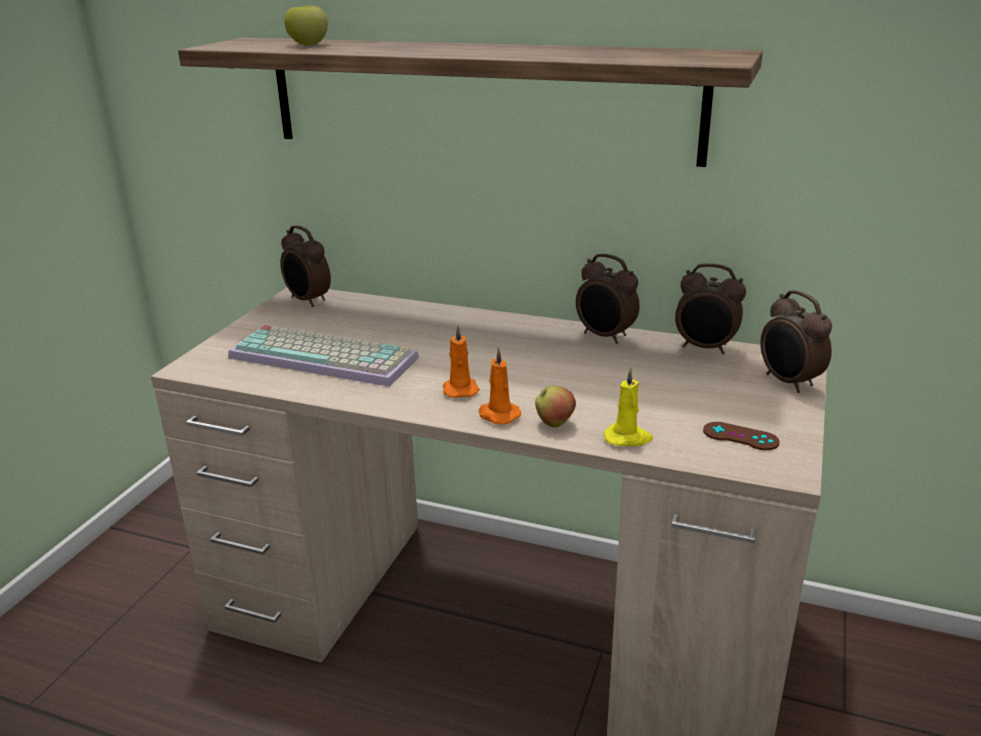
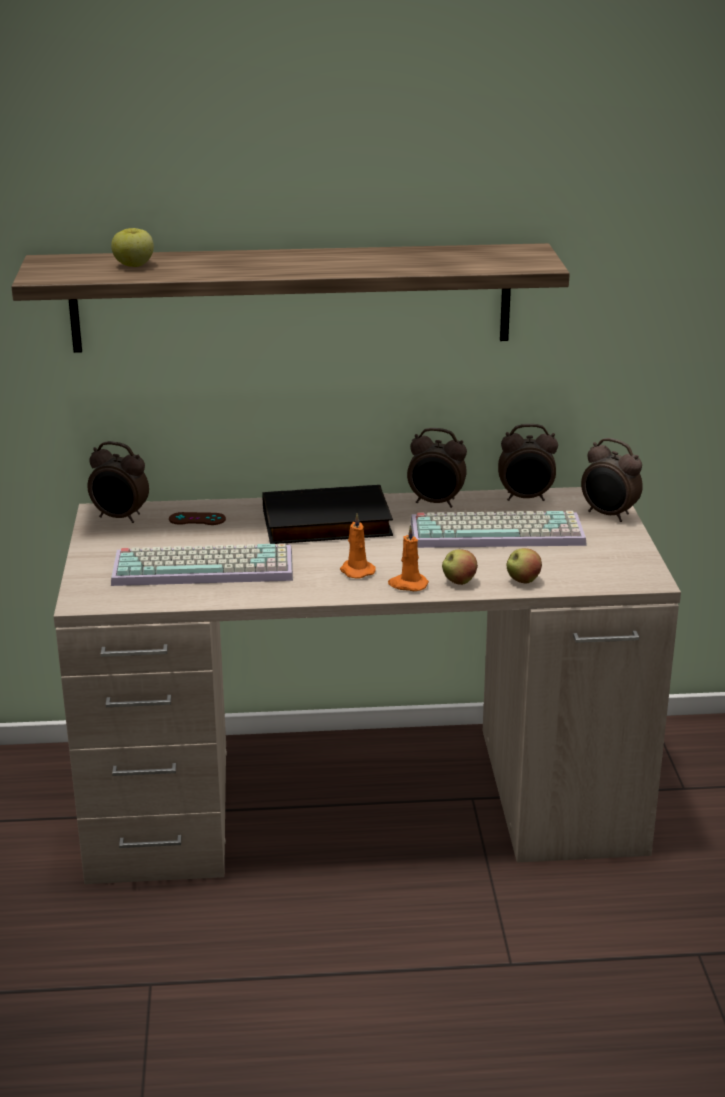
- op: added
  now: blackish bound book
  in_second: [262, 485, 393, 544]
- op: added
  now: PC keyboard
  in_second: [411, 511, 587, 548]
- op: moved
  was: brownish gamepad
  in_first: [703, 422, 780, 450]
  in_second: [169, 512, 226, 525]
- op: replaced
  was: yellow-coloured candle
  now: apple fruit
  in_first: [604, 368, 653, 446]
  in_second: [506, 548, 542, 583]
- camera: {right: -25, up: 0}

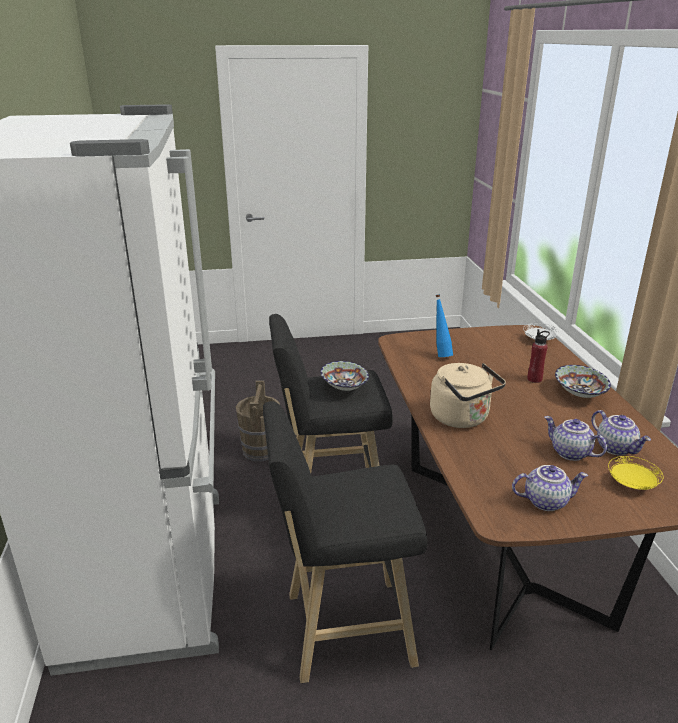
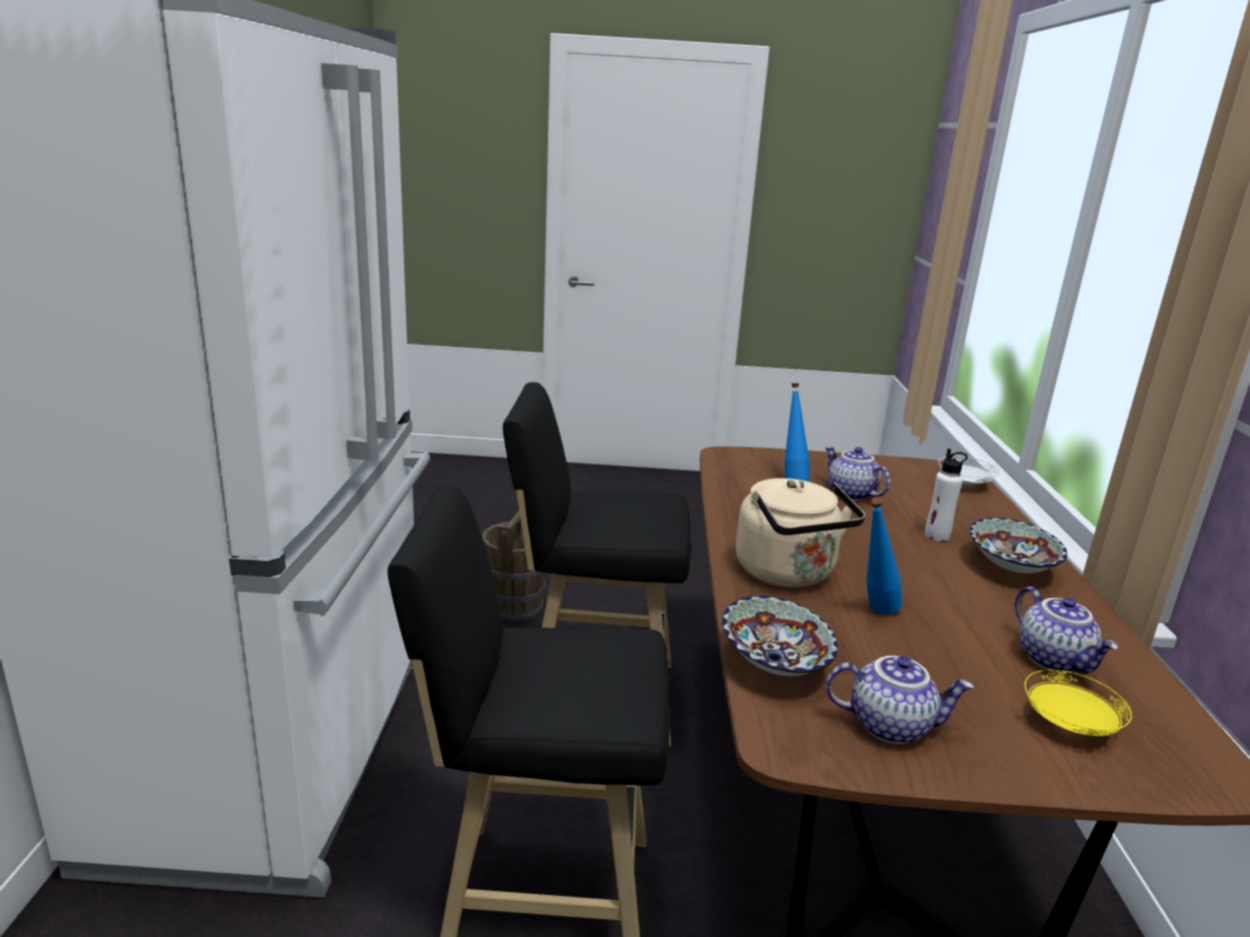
- op: added
  now: blue beverage bottle
  in_second: [867, 497, 902, 615]
- op: moved
  was: bowl
  in_first: [320, 361, 369, 391]
  in_second: [722, 596, 838, 676]
- op: moved
  was: teapot
  in_first: [545, 416, 607, 461]
  in_second: [825, 446, 890, 501]
- op: recoloured
  was: red-coloured beverage bottle
  now: whitish beverage bottle
  in_first: [527, 329, 550, 383]
  in_second: [925, 449, 968, 541]
- camera: {right: 10, up: -5}

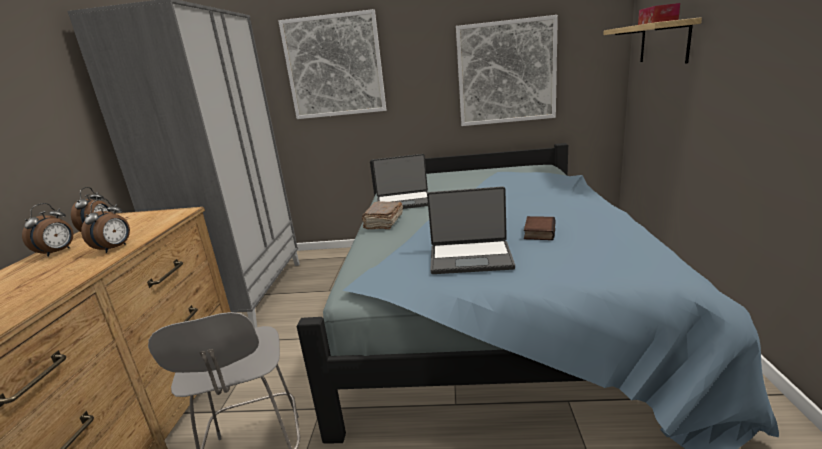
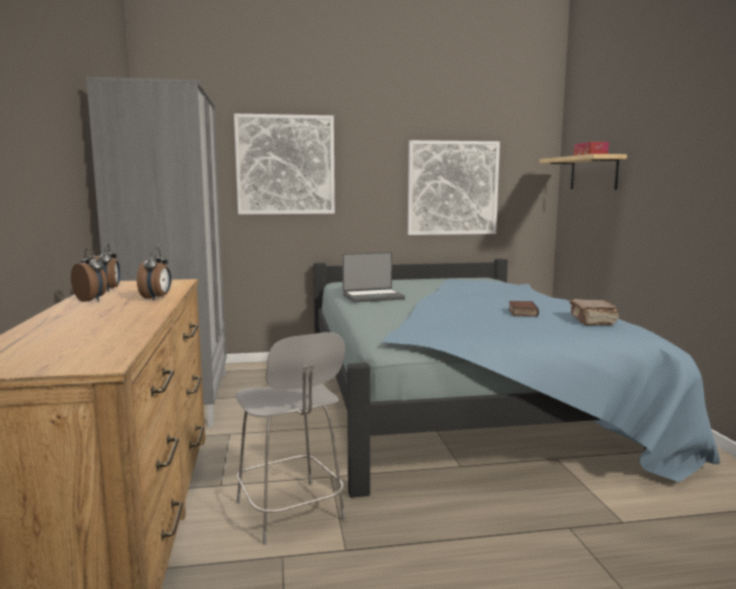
- op: removed
  was: notebook computer
  in_first: [427, 186, 515, 274]
- op: moved
  was: brownish bound book
  in_first: [362, 201, 403, 229]
  in_second: [570, 299, 619, 325]
- op: turned
  was: bedside clock
  in_first: [22, 203, 73, 257]
  in_second: [71, 248, 107, 302]
  clockwise: -60
- camera: {right: -15, up: -10}

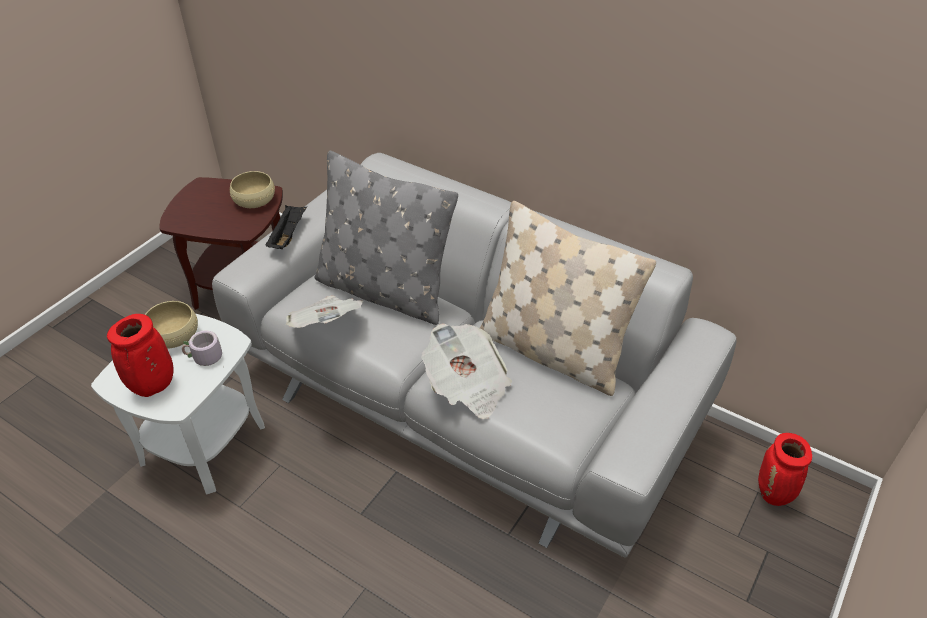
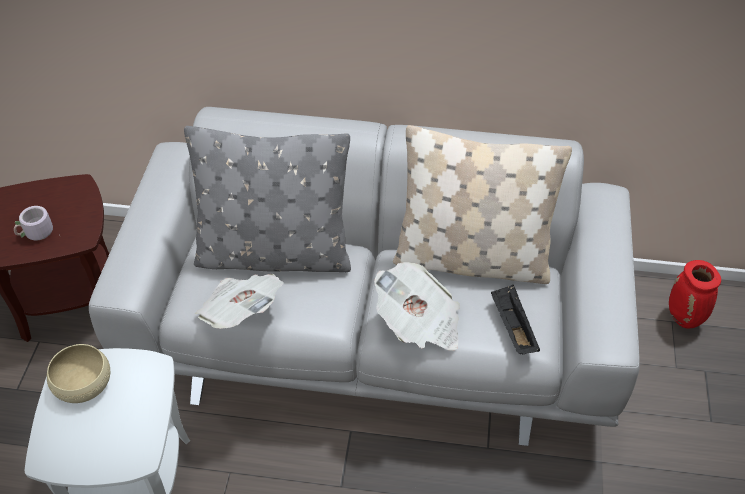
- op: removed
  was: red-coloured vase
  in_first: [107, 314, 174, 397]
- op: removed
  was: beige-coloured bowl
  in_first: [230, 171, 275, 208]
- op: moved
  was: grey mug
  in_first: [182, 331, 222, 366]
  in_second: [14, 206, 53, 240]
- op: moved
  was: blackish tray
  in_first: [265, 205, 307, 249]
  in_second: [491, 285, 540, 354]
- camera: {right: -25, up: 5}

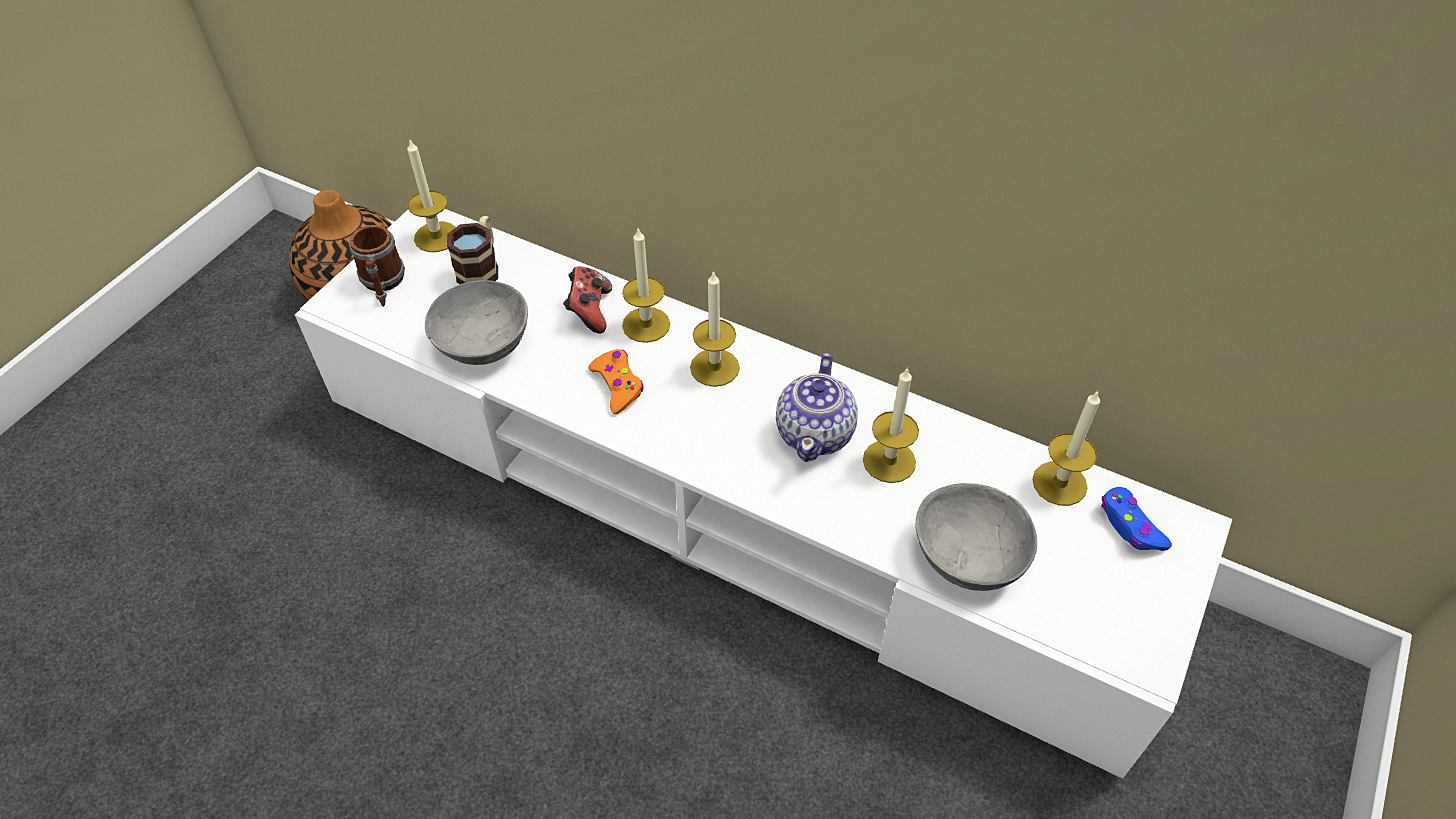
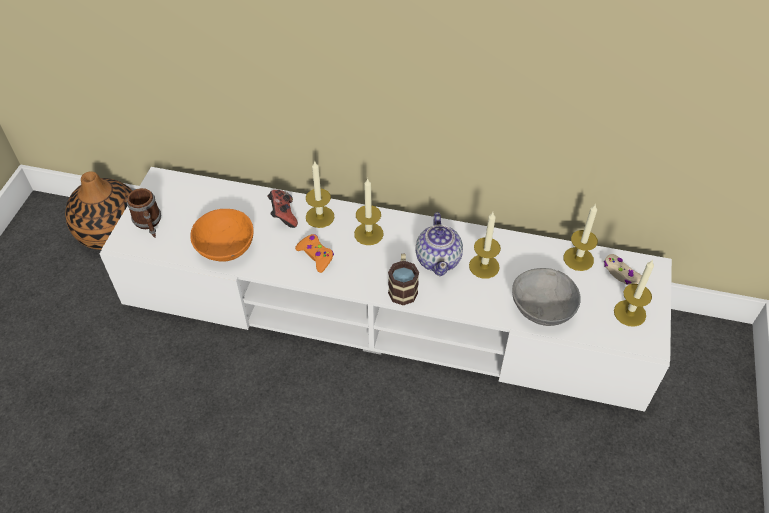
- op: moved
  was: candle
  in_first: [407, 138, 456, 252]
  in_second: [614, 260, 654, 327]
- op: moved
  was: mug
  in_first: [447, 216, 498, 284]
  in_second: [388, 253, 419, 305]
- op: recoloured
  was: grey bowl
  now: orange-coloured bowl
  in_first: [425, 280, 528, 365]
  in_second: [190, 209, 254, 262]
- op: recoloured
  was: blue gamepad
  now: beige-coloured gamepad
  in_first: [1101, 487, 1172, 551]
  in_second: [604, 254, 642, 285]
- camera: {right: -15, up: 0}

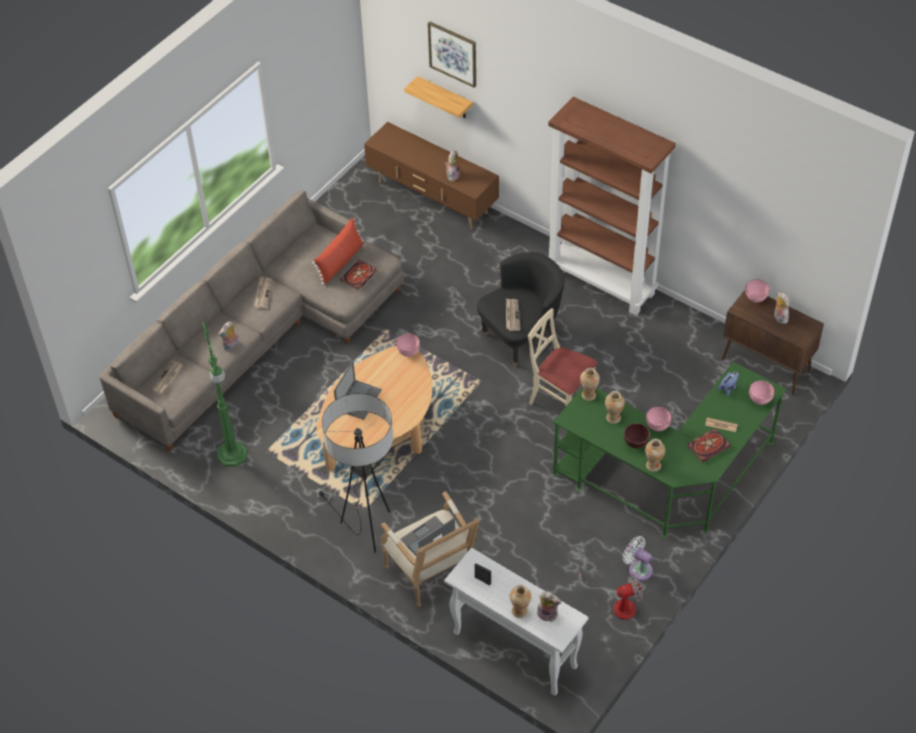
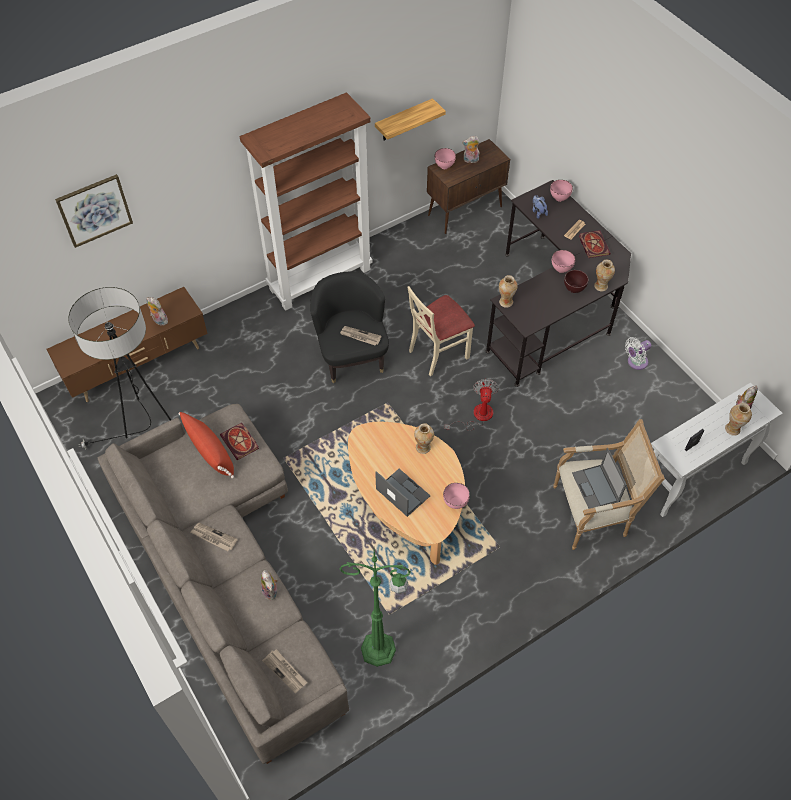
- op: moved
  was: standing lamp
  in_first: [315, 393, 393, 553]
  in_second: [68, 287, 171, 450]
- op: moved
  was: pink-coloured bowl
  in_first: [396, 333, 420, 357]
  in_second: [443, 483, 470, 509]
- op: moved
  was: bracket shelf
  in_first: [404, 76, 473, 118]
  in_second: [375, 98, 446, 141]
- op: moved
  was: electric fan
  in_first: [579, 572, 643, 620]
  in_second: [444, 379, 499, 431]
- op: moved
  was: vase
  in_first: [605, 391, 625, 424]
  in_second: [414, 423, 434, 454]
- op: recoloured
  was: greenish desk
  now: blackish desk
  in_first: [552, 362, 786, 538]
  in_second: [485, 180, 631, 387]
- camera: {right: -70, up: 5}

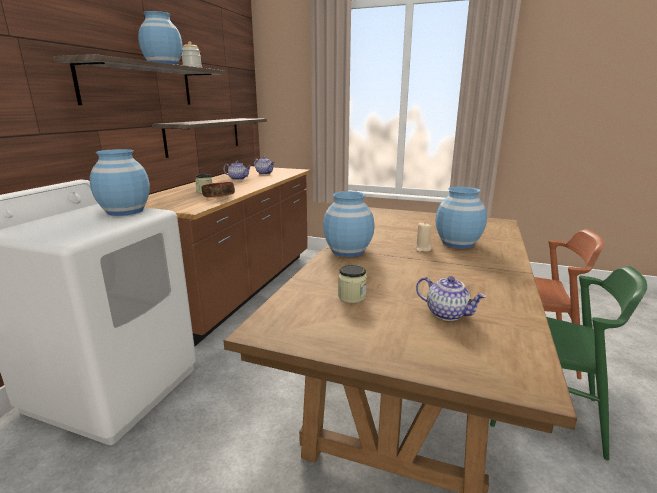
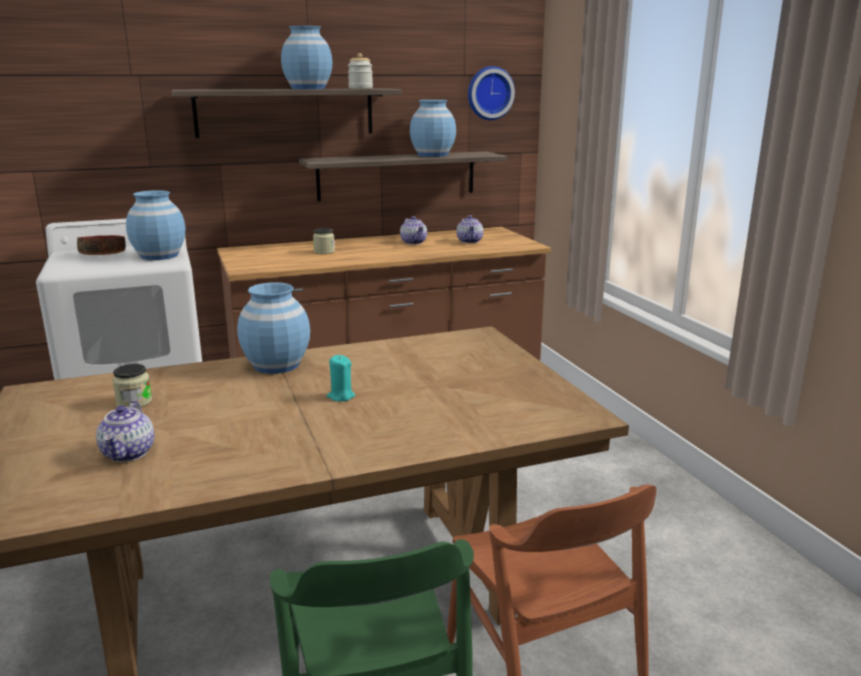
- op: added
  now: hanging clock
  in_second: [468, 66, 515, 120]
- op: moved
  was: bowl
  in_first: [201, 182, 235, 198]
  in_second: [77, 235, 126, 255]
- op: moved
  was: blue vase
  in_first: [436, 187, 487, 249]
  in_second: [410, 100, 456, 157]
- op: recoloured
  was: beige-coloured candle
  now: turquoise-coloured candle
  in_first: [414, 223, 432, 252]
  in_second: [327, 355, 355, 402]
- camera: {right: 50, up: 0}

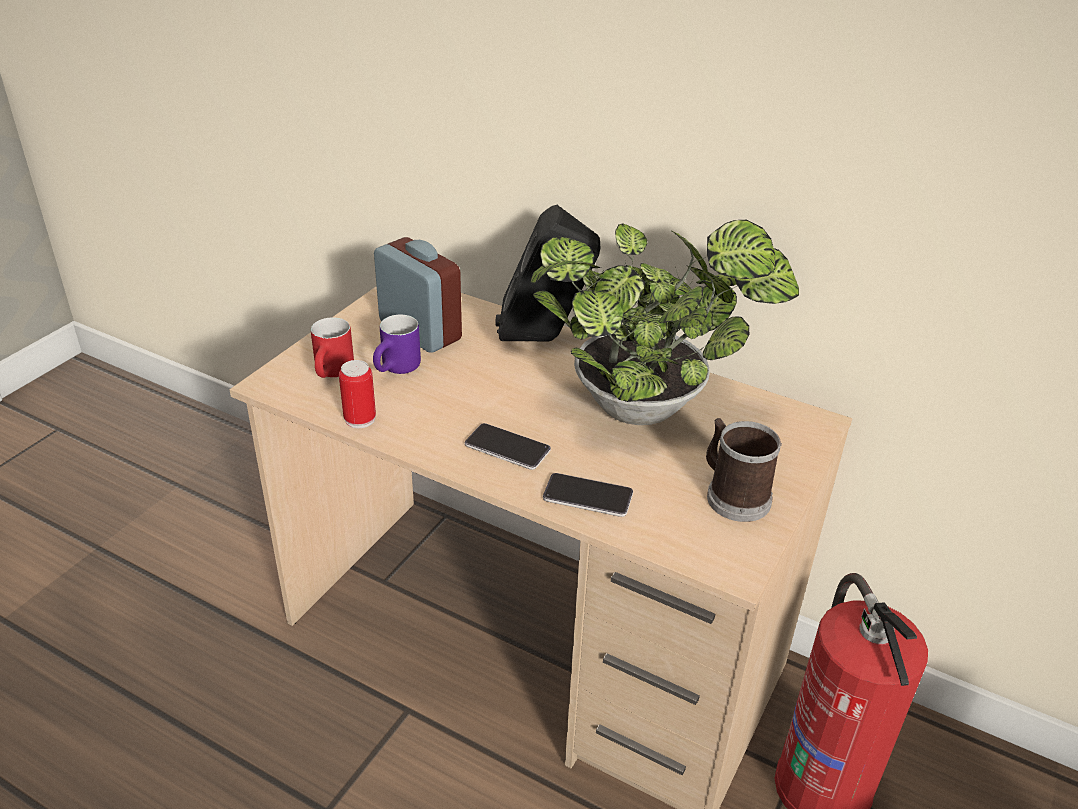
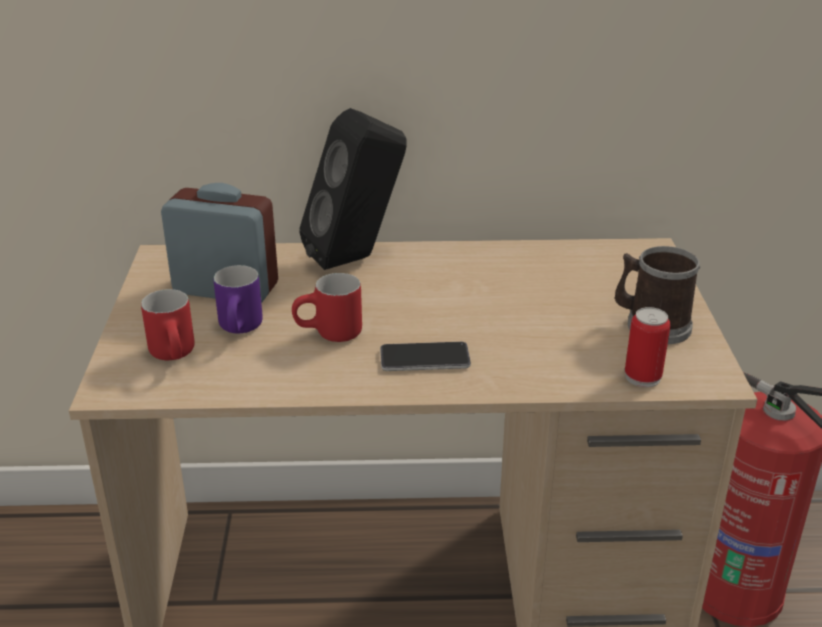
- op: removed
  was: plant in a pot
  in_first: [531, 220, 799, 425]
- op: removed
  was: telephone
  in_first: [543, 473, 633, 517]
- op: added
  now: red-coloured mug
  in_second: [292, 273, 362, 342]
- op: moved
  was: metal can
  in_first: [339, 360, 376, 428]
  in_second: [625, 307, 671, 387]
- camera: {right: -30, up: -5}

